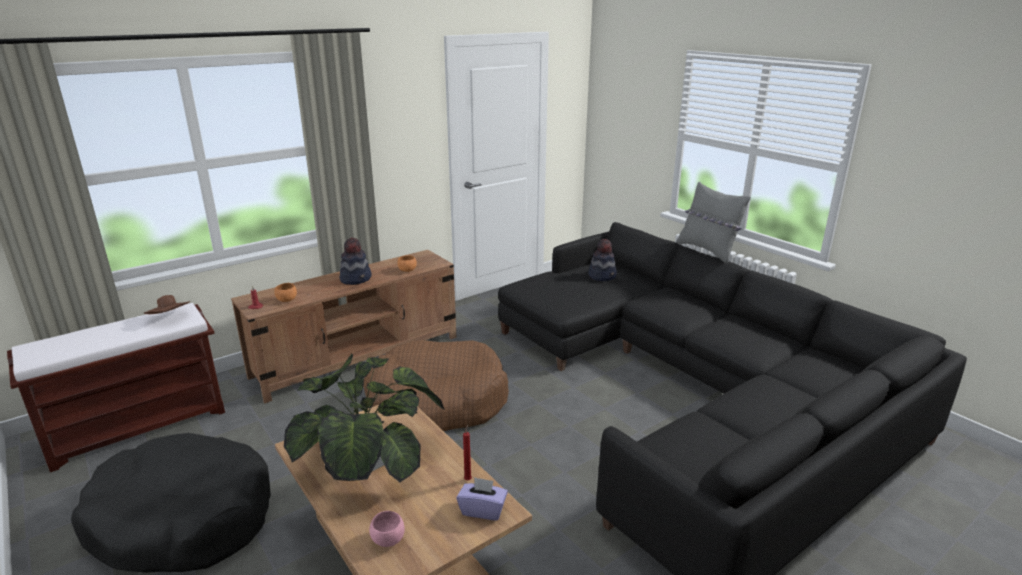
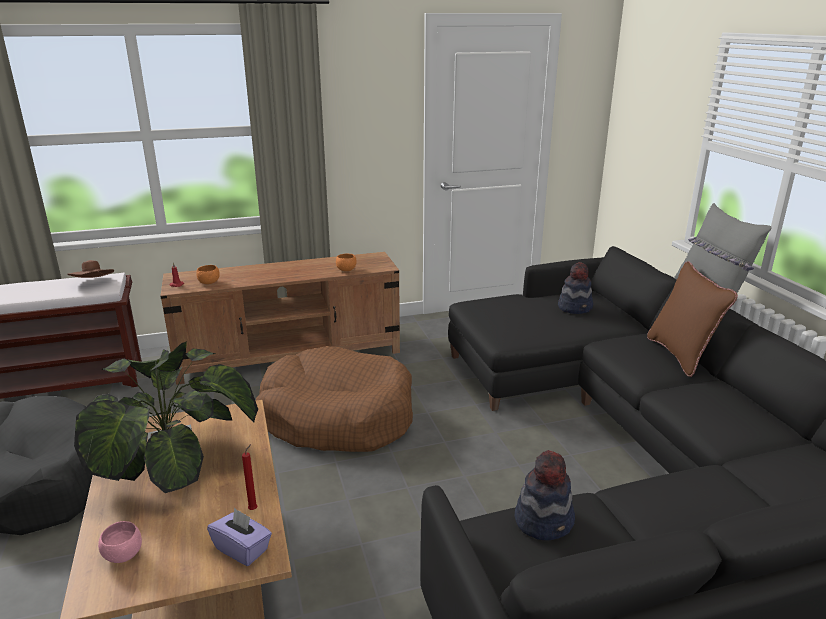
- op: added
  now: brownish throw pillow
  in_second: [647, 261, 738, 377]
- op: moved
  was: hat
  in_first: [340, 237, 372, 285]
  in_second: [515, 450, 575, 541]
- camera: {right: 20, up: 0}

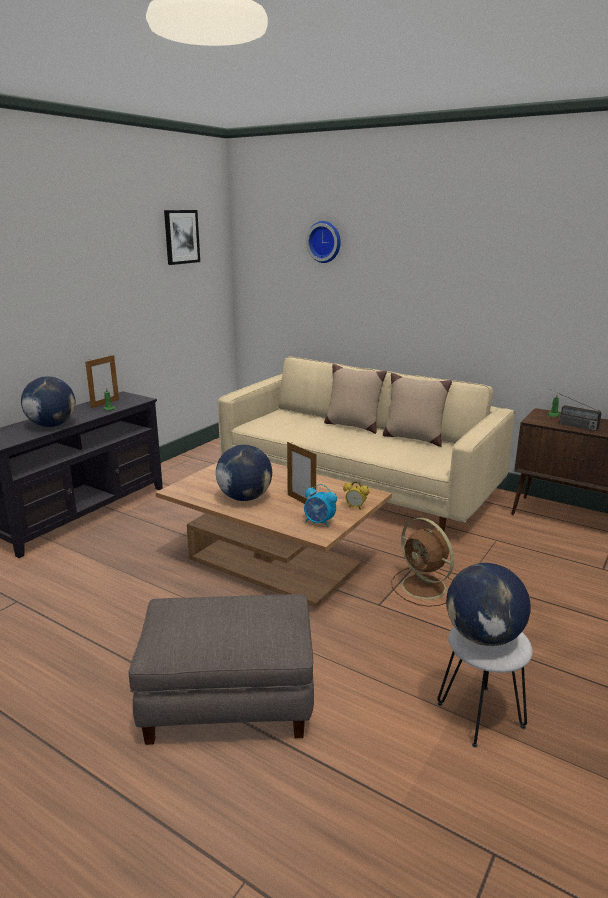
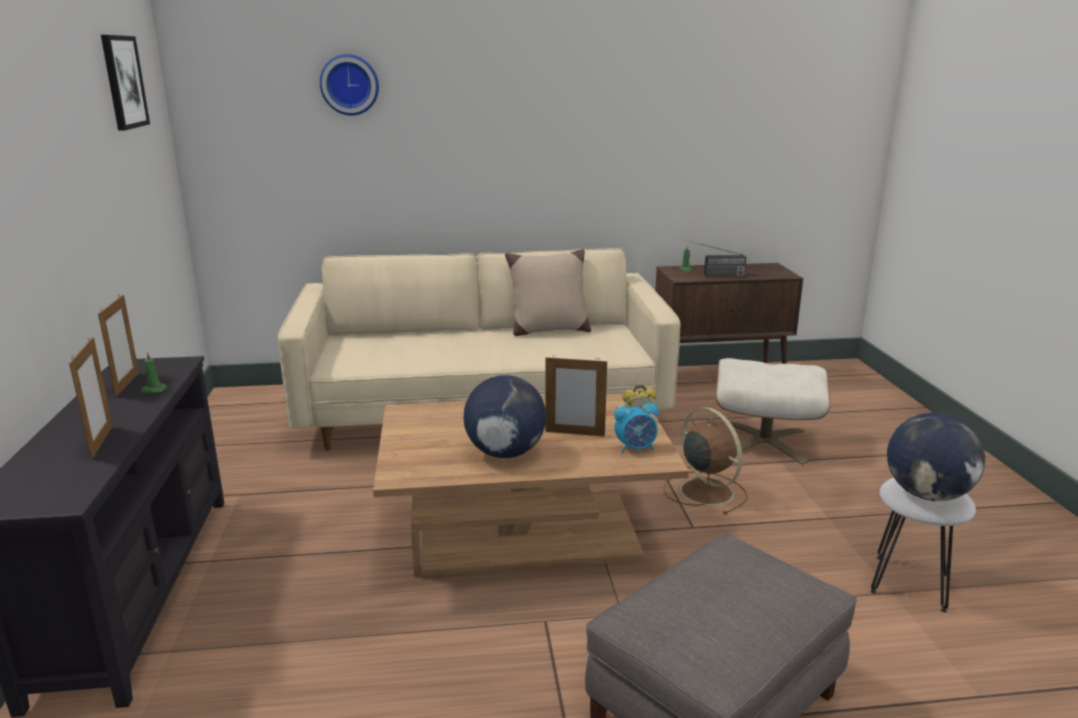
- op: removed
  was: beige-coloured throw pillow
  in_first: [324, 364, 387, 434]
- op: added
  now: beige-coloured pouffe
  in_second: [715, 358, 831, 465]
- op: replaced
  was: globe
  now: standing frame
  in_first: [21, 376, 76, 427]
  in_second: [69, 337, 113, 459]
- op: turned
  was: brownish electric fan
  in_first: [391, 518, 454, 607]
  in_second: [664, 407, 747, 515]
  clockwise: -135
- camera: {right: -40, up: 0}

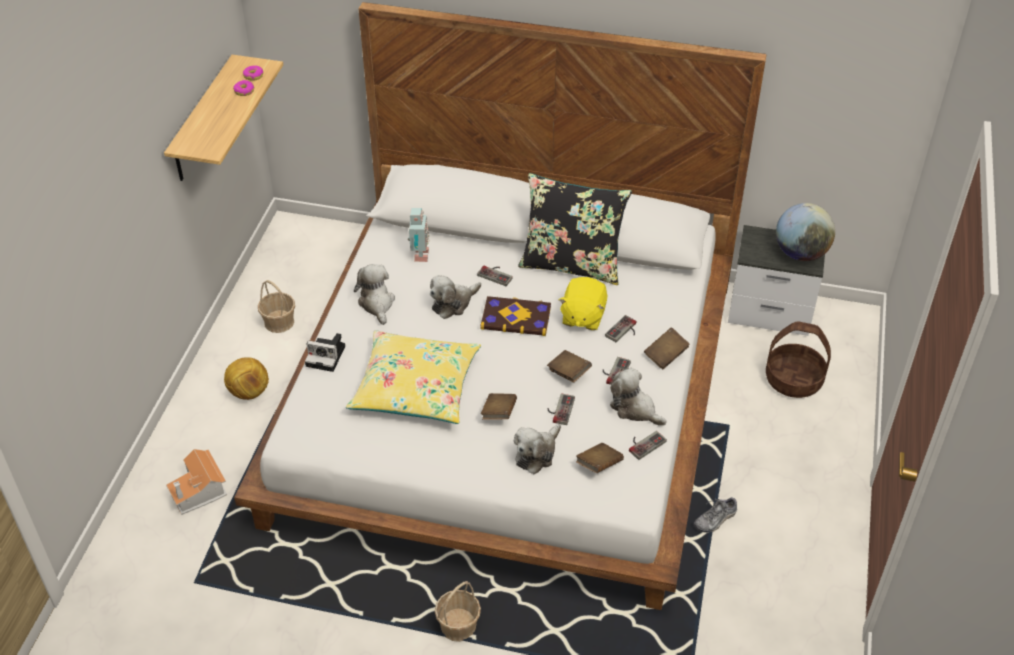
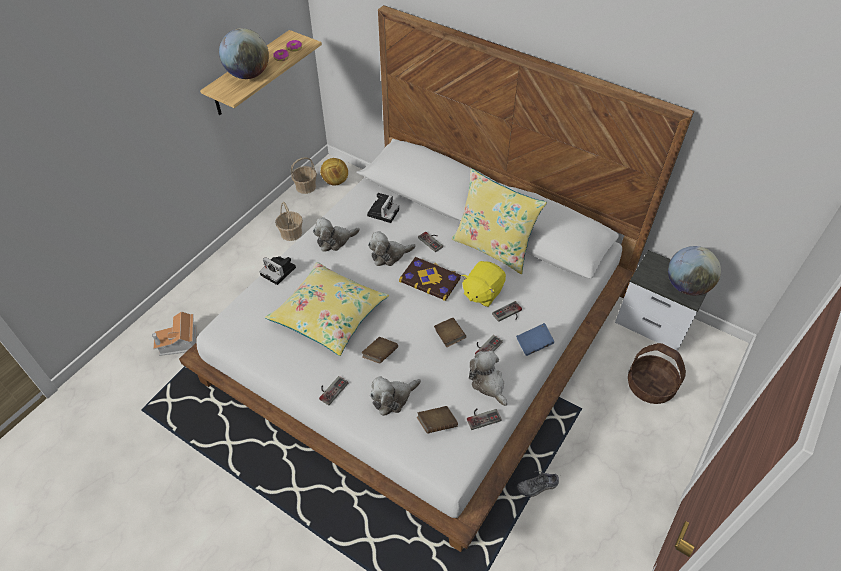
- op: added
  now: globe
  in_second: [219, 28, 269, 79]
- op: moved
  was: football
  in_first: [224, 357, 269, 400]
  in_second: [320, 158, 348, 186]
- op: moved
  was: basket
  in_first: [435, 581, 481, 642]
  in_second: [291, 157, 317, 194]
- op: moved
  was: gamepad
  in_first: [547, 393, 575, 425]
  in_second: [319, 376, 348, 406]
- op: replaced
  was: robot figure
  now: photo camera
  in_first: [408, 208, 430, 262]
  in_second: [367, 193, 399, 223]
- op: recoloured
  was: blackish throw pillow
  now: yellow-coloured throw pillow
  in_first: [518, 173, 632, 285]
  in_second: [452, 168, 547, 274]
- op: recoloured
  was: brownish bound book
  now: blue bound book
  in_first: [644, 328, 689, 369]
  in_second: [516, 323, 554, 356]
- op: turned
  was: soft toy
  in_first: [354, 264, 395, 325]
  in_second: [313, 217, 360, 252]
  clockwise: -120
- camera: {right: 20, up: 5}

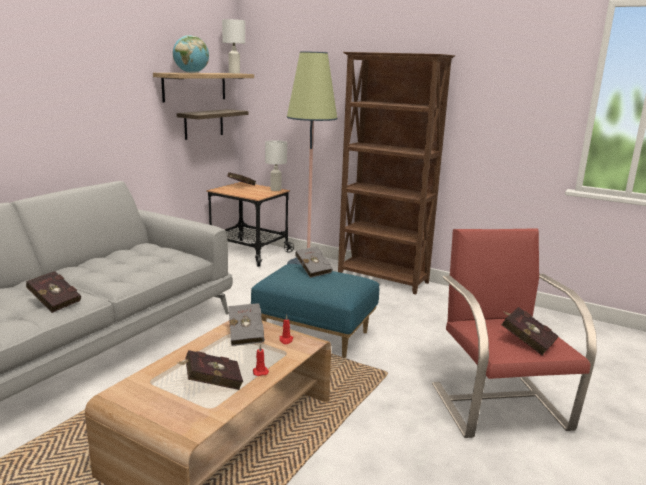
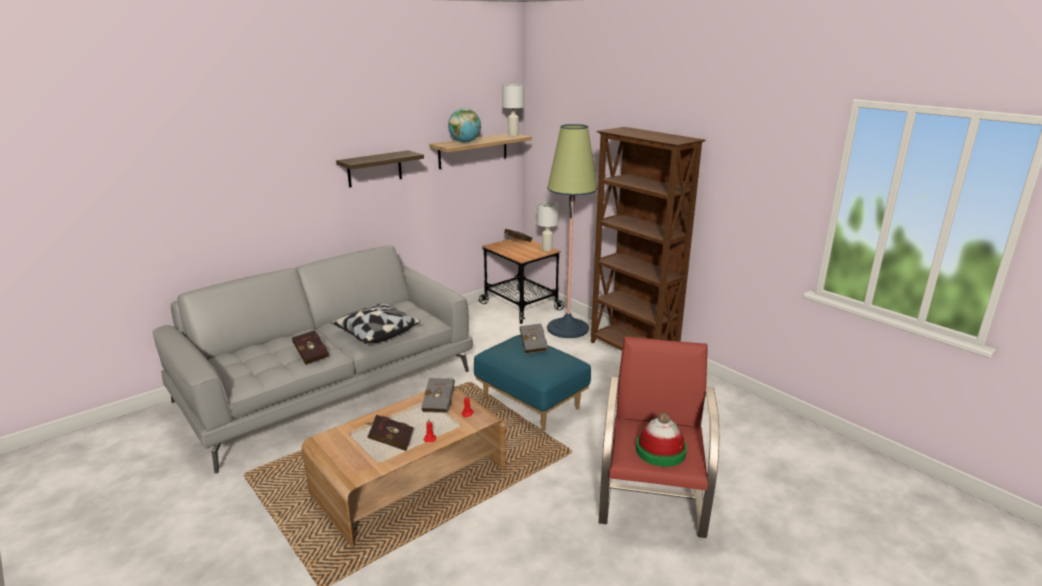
- op: added
  now: throw pillow
  in_second: [331, 303, 420, 344]
- op: moved
  was: bracket shelf
  in_first: [177, 109, 248, 140]
  in_second: [336, 150, 424, 188]
- op: replaced
  was: red-coloured bound book
  now: hat
  in_first: [501, 307, 559, 355]
  in_second: [636, 413, 687, 467]
- camera: {right: 20, up: 5}

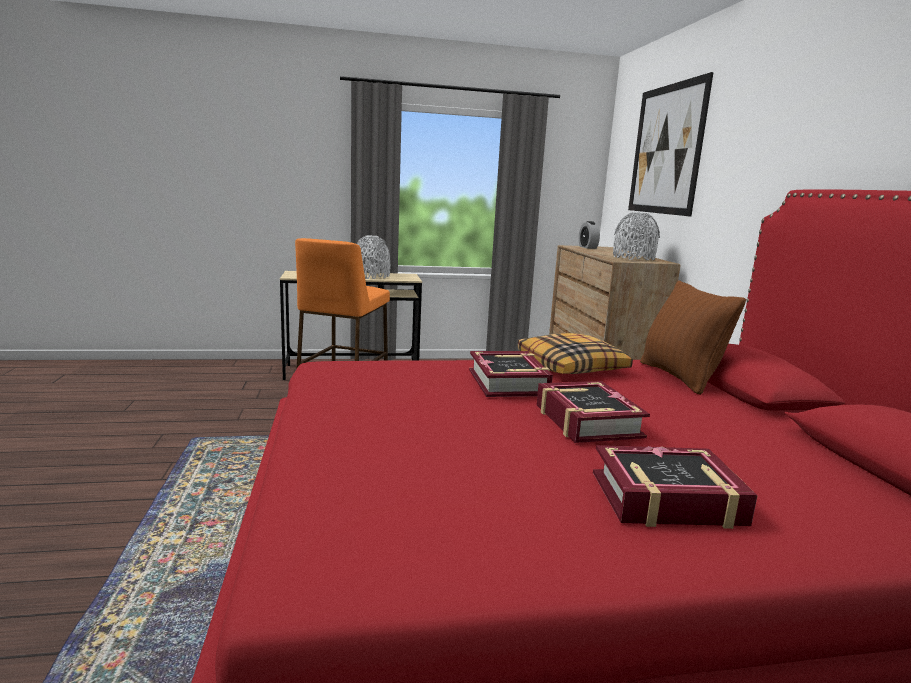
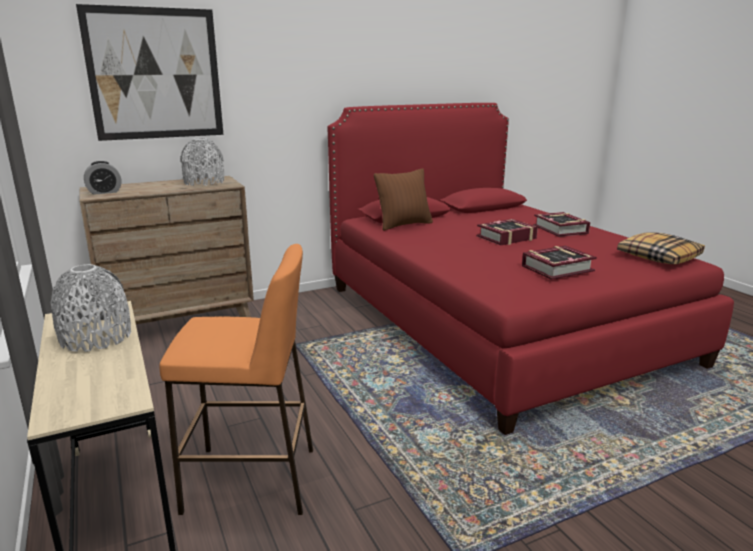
- op: moved
  was: bound book
  in_first: [469, 351, 553, 397]
  in_second: [522, 246, 597, 280]
- op: moved
  was: throw pillow
  in_first: [518, 333, 633, 374]
  in_second: [617, 233, 705, 264]
- camera: {right: -105, up: 5}

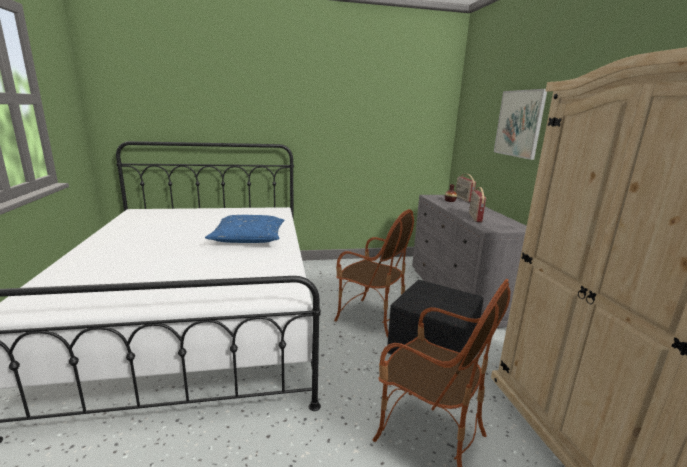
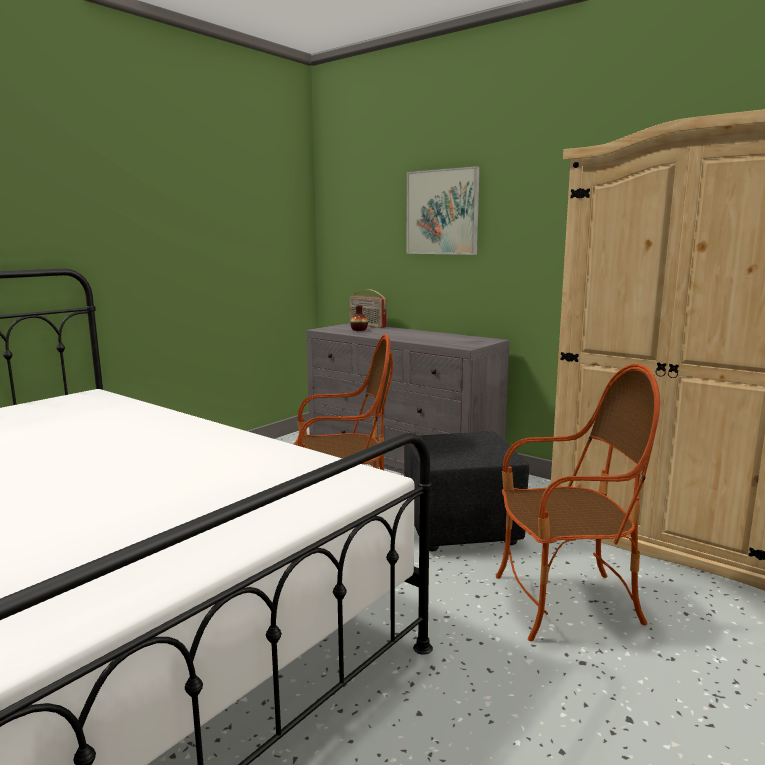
- op: removed
  was: blue throw pillow
  in_first: [205, 215, 284, 243]
- op: removed
  was: radio receiver
  in_first: [469, 187, 486, 222]
- camera: {right: -40, up: -5}

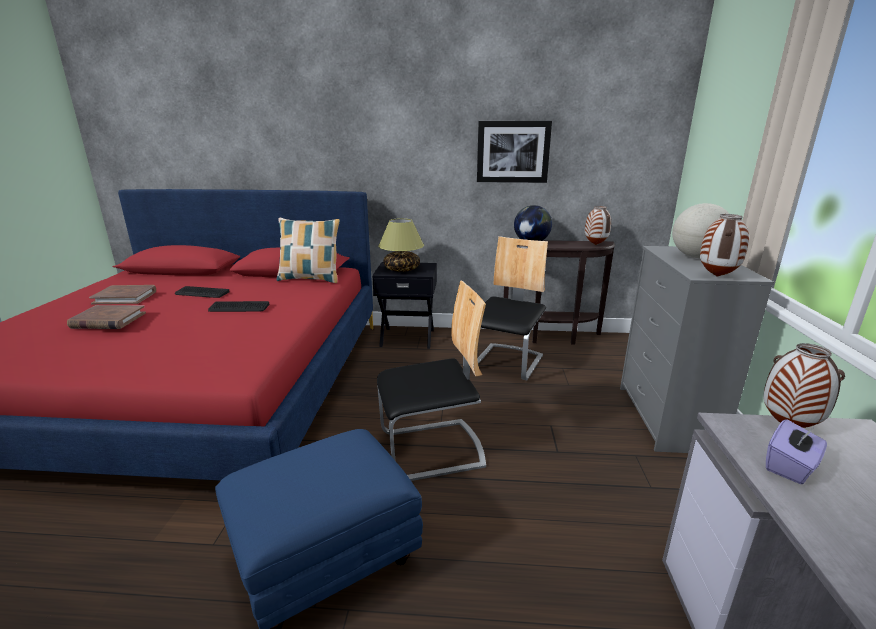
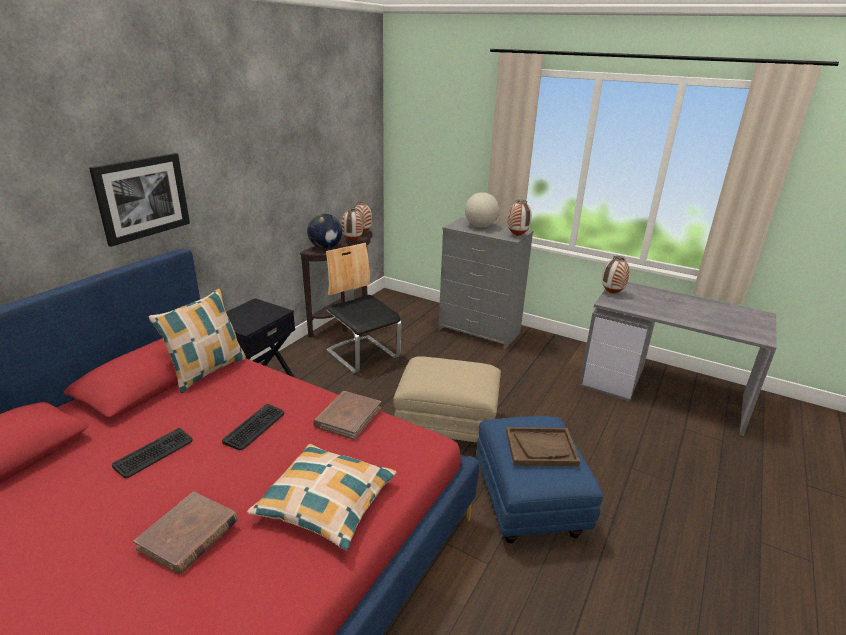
- op: removed
  was: table lamp
  in_first: [378, 218, 424, 272]
- op: removed
  was: purplish box of tissues
  in_first: [766, 419, 827, 484]
- op: added
  now: throw pillow
  in_second: [247, 444, 397, 551]
- op: added
  now: vase
  in_second: [341, 208, 363, 242]
- op: added
  now: brownish tray
  in_second: [506, 427, 580, 466]
- op: moved
  was: brownish bound book
  in_first: [89, 285, 156, 304]
  in_second: [313, 391, 381, 440]
- op: moved
  was: wall picture
  in_first: [477, 121, 552, 183]
  in_second: [89, 153, 190, 247]
- op: replaced
  was: upright chair
  now: beige-coloured pouffe
  in_first: [377, 280, 486, 481]
  in_second: [393, 356, 501, 447]
- camera: {right: -65, up: 5}

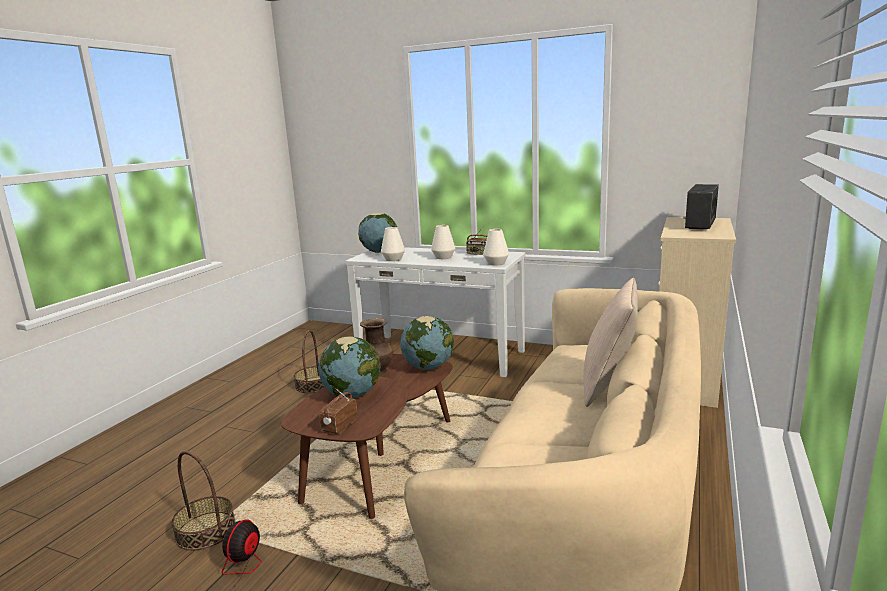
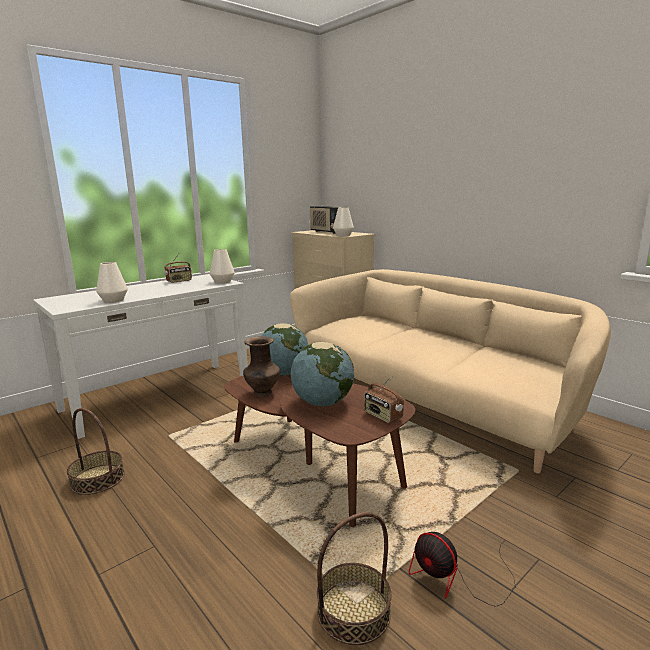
- op: removed
  was: globe
  in_first: [358, 213, 397, 253]
- op: removed
  was: beige-coloured throw pillow
  in_first: [583, 278, 638, 407]
- op: moved
  was: whitish vase
  in_first: [431, 225, 455, 259]
  in_second: [333, 207, 354, 236]
- camera: {right: -65, up: 0}

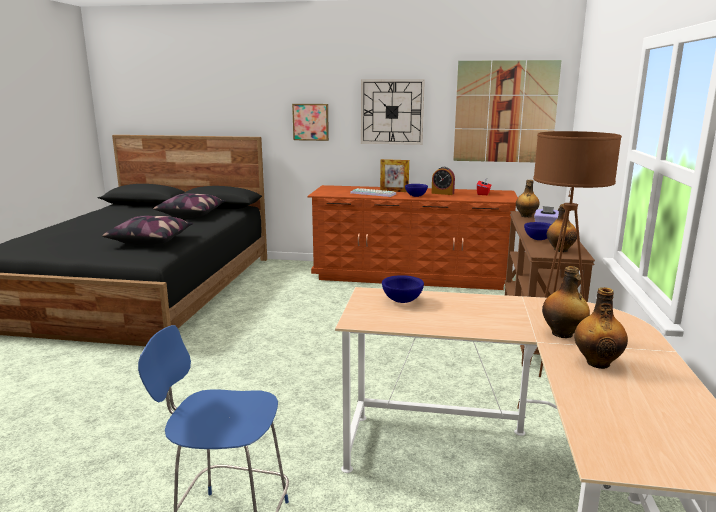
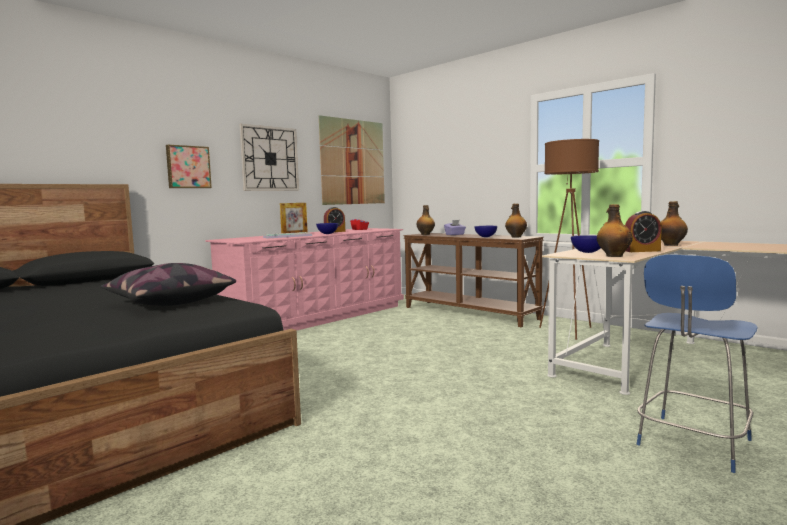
- op: removed
  was: throw pillow
  in_first: [153, 194, 225, 218]
- op: added
  now: bedside clock
  in_second: [625, 211, 662, 252]
- op: moved
  was: beverage bottle
  in_first: [574, 287, 628, 369]
  in_second: [597, 204, 633, 257]
- op: recoloured
  was: brownish chest of drawers
  now: pink-coloured chest of drawers
  in_first: [307, 185, 518, 290]
  in_second: [205, 228, 404, 330]
- camera: {right: -55, up: -10}

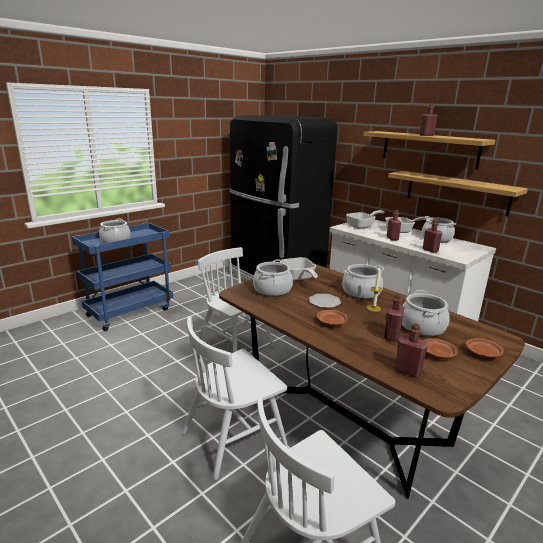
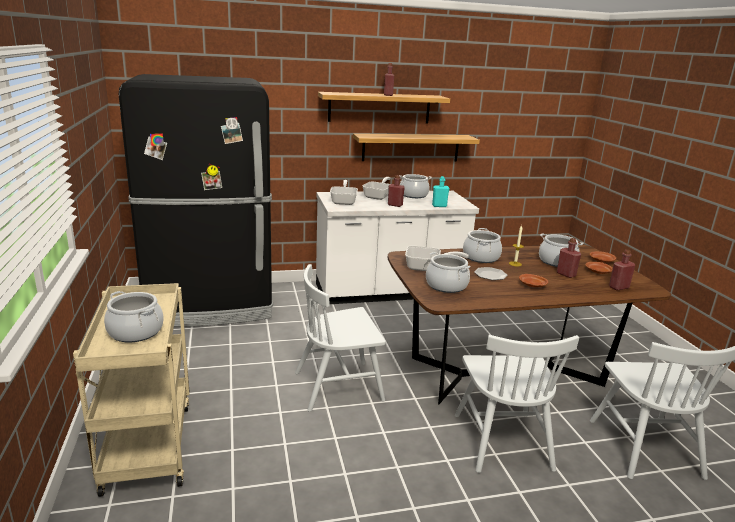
- op: recoloured
  was: blue cart
  now: beige-coloured cart
  in_first: [72, 223, 173, 331]
  in_second: [73, 283, 190, 497]
- op: recoloured
  was: red-coloured beverage bottle
  now: turquoise-coloured beverage bottle
  in_first: [423, 220, 442, 253]
  in_second: [432, 176, 450, 207]
- camera: {right: -60, up: 0}

